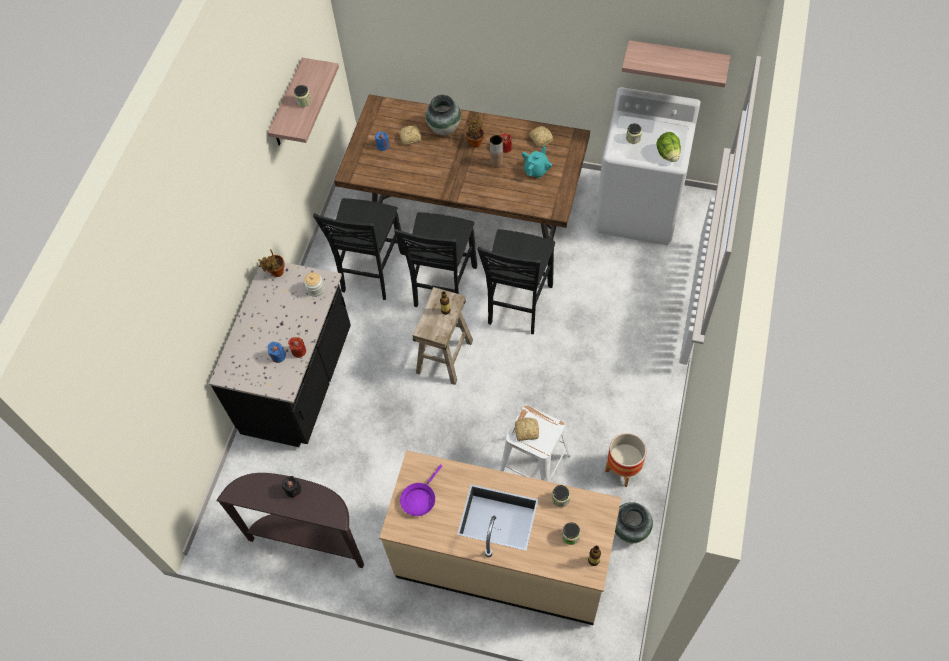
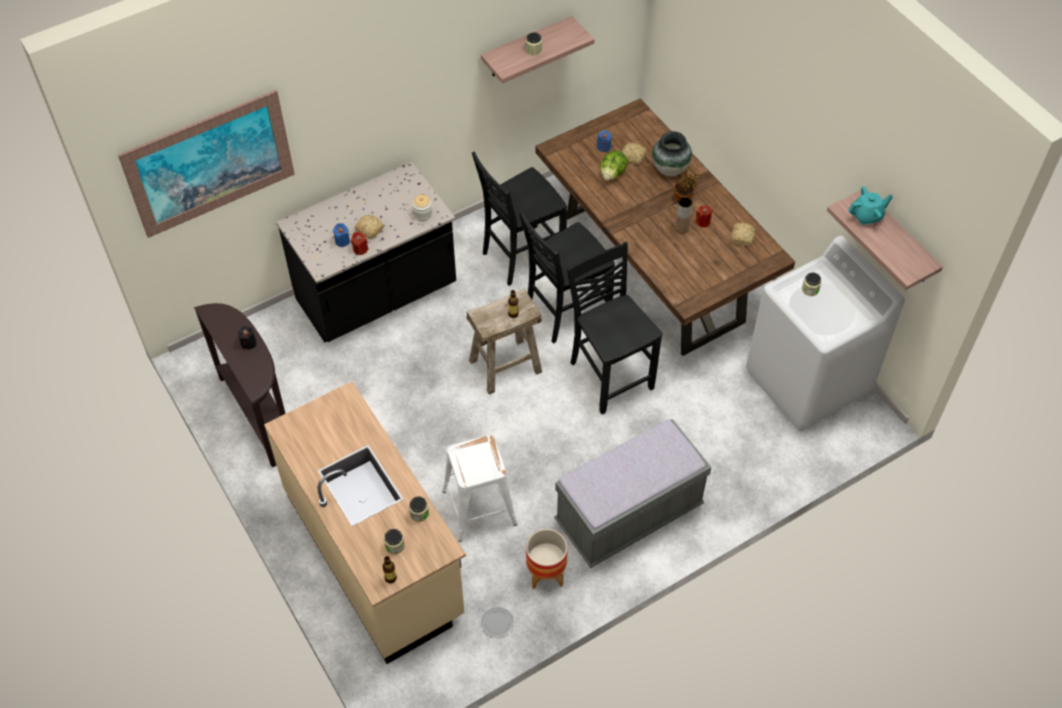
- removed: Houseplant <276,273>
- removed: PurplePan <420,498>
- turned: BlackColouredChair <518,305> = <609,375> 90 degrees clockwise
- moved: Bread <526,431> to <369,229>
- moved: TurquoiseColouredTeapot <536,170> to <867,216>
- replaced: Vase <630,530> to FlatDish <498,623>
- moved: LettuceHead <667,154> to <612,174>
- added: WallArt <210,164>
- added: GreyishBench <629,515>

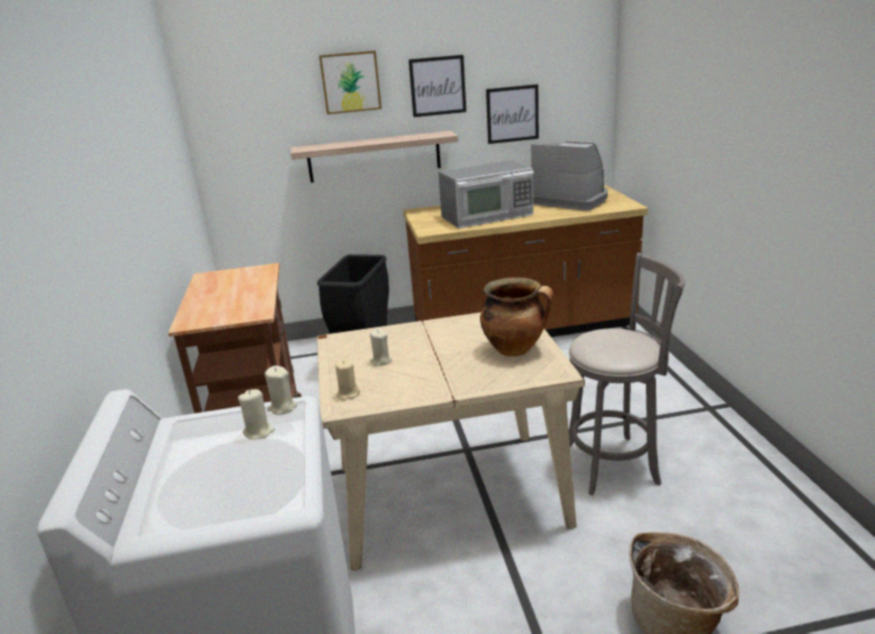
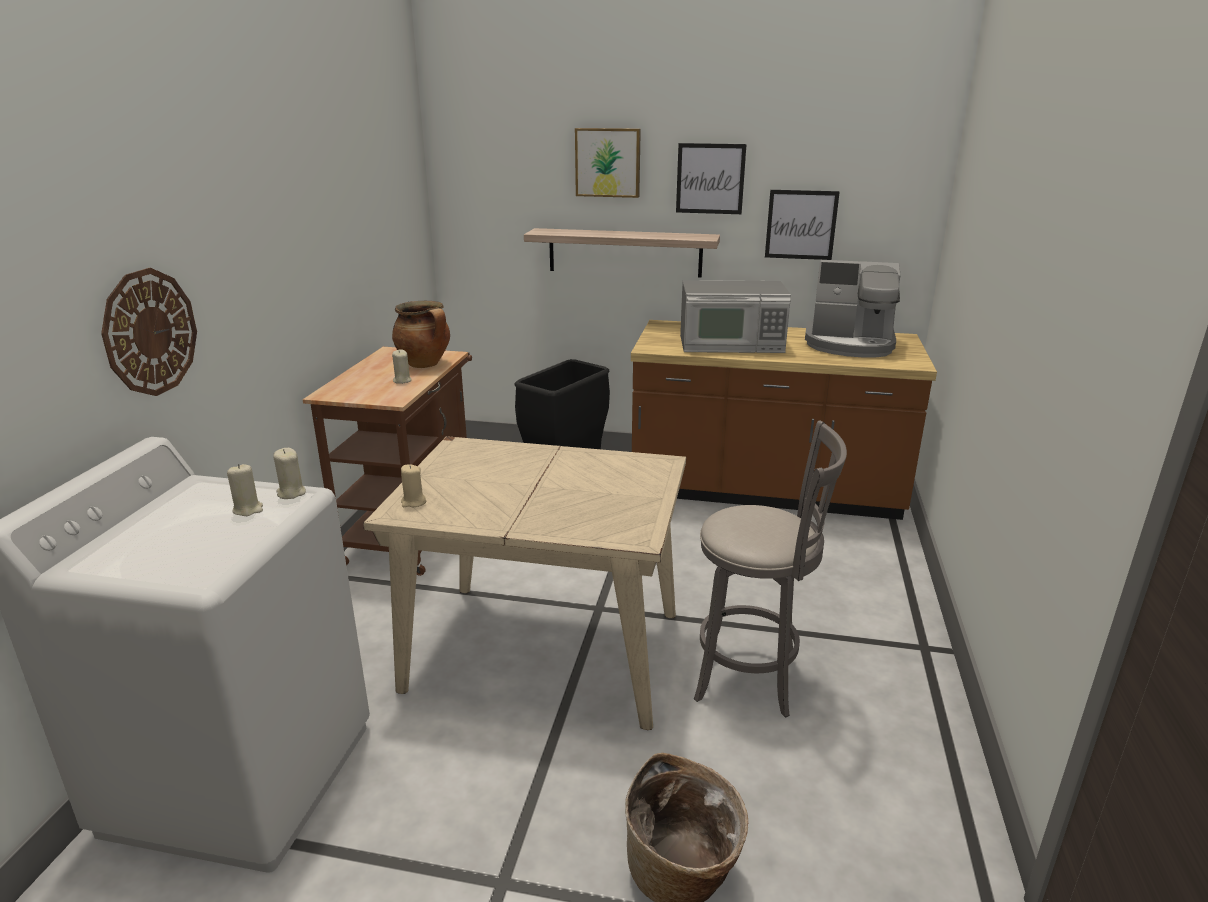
- moved: SandColouredCandle <381,361> to <402,380>
- moved: CookingPot <515,349> to <425,364>
- turned: CoffeeMachine <571,200> = <850,344> 135 degrees clockwise
- added: WallClock <150,332>

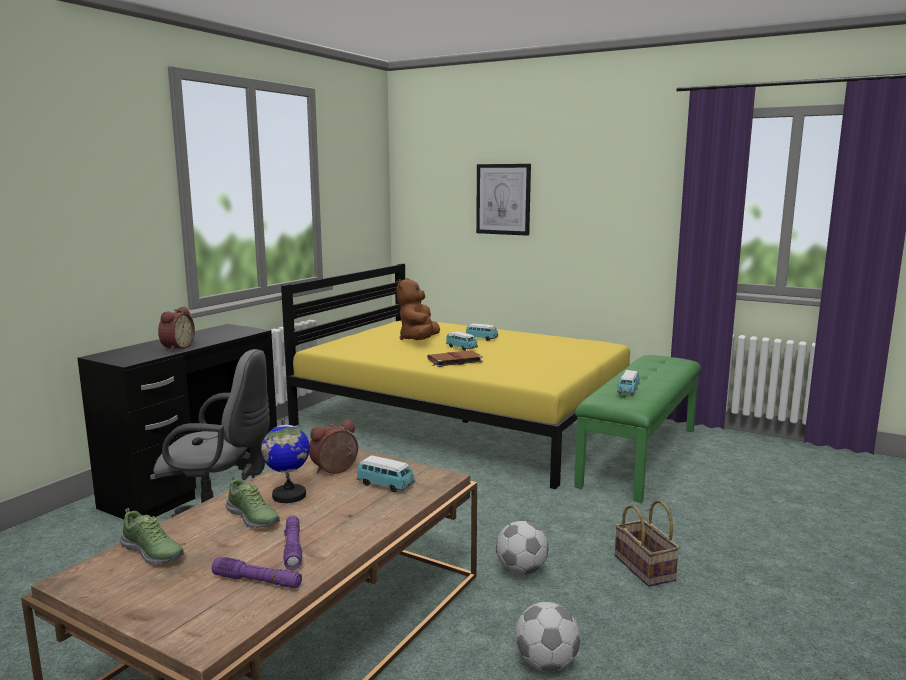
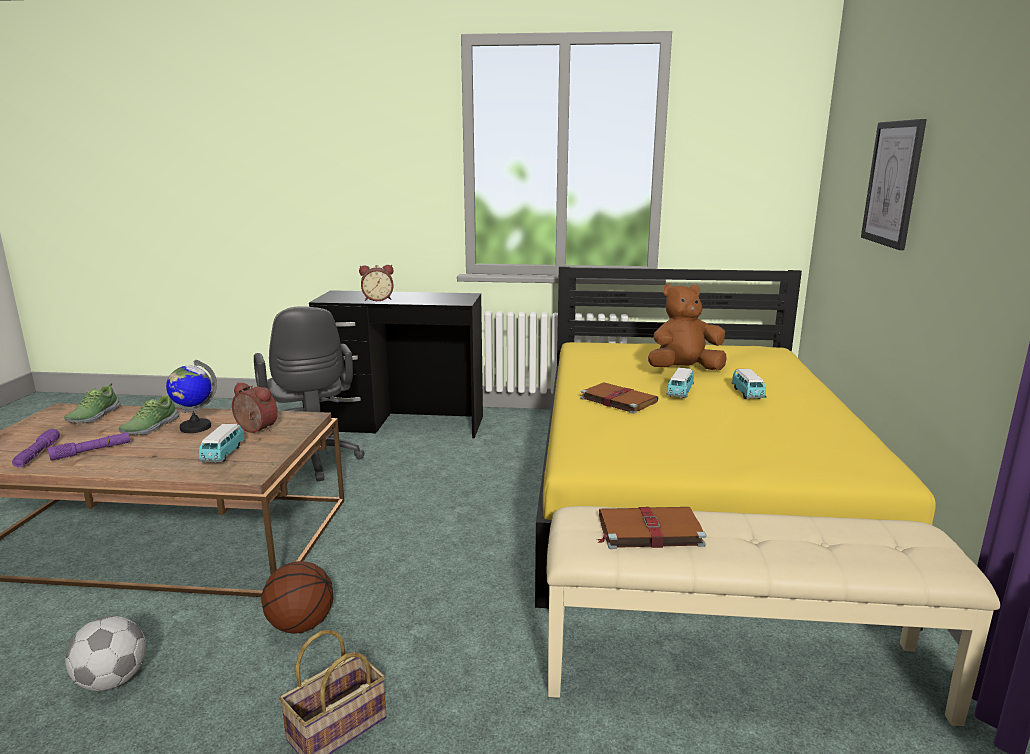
- replaced: BallForFootball <521,571> to BasketballBall <300,625>
- recoloured: GreenColouredBench <638,456> to SandColouredBench <738,667>
- replaced: ToyCar <628,391> to BrownBook <648,531>

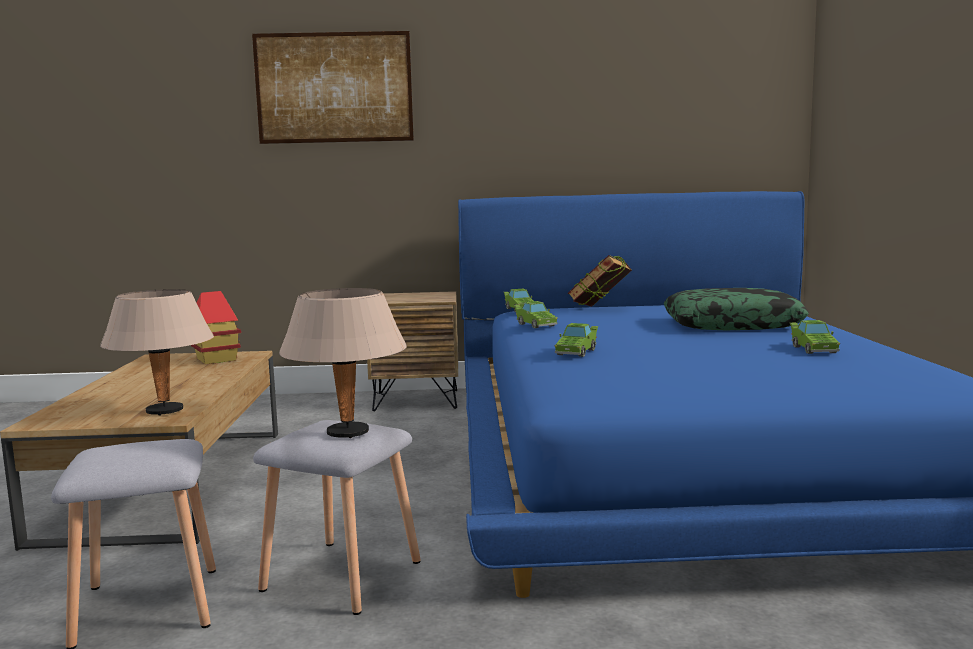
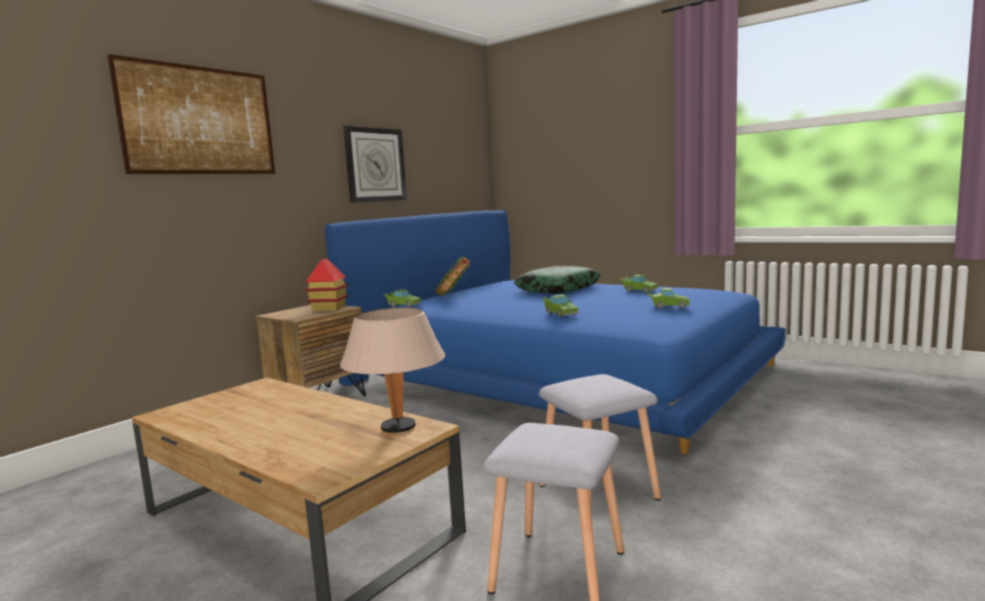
- moved: MiniatureHouse <216,359> to <328,308>
- removed: SandColouredTabletopLamp <347,433>
- moved: GreenColouredToyCar <534,324> to <668,306>
- added: WallClock <375,165>

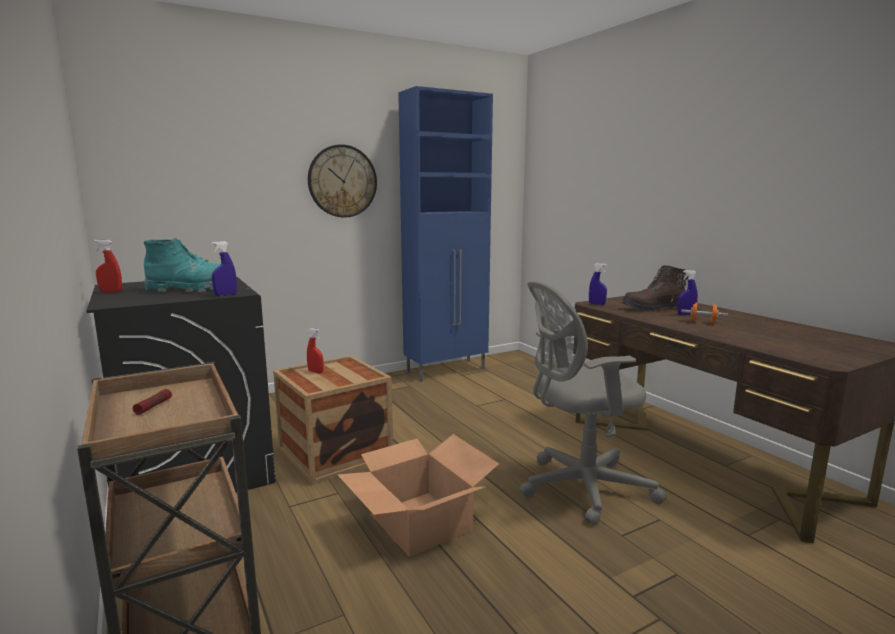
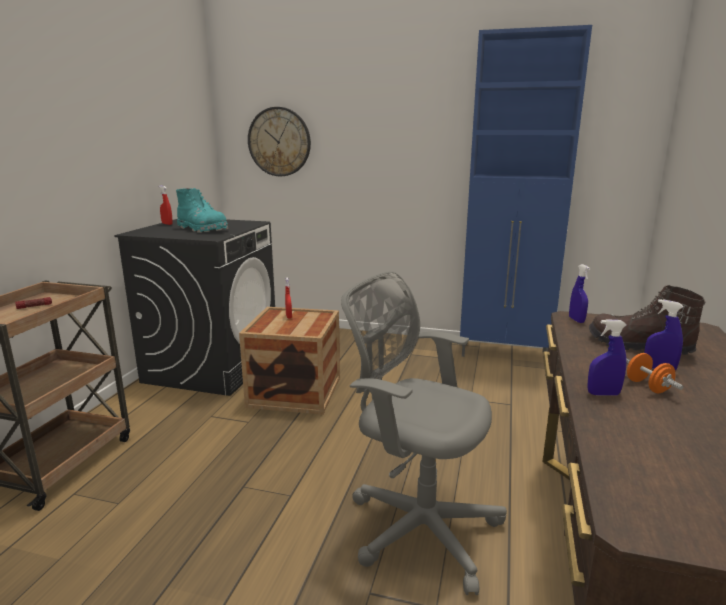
- moved: BlueSprayer <225,295> to <603,394>
- moved: WallClock <342,181> to <279,142>
- removed: PackingBox <419,523>

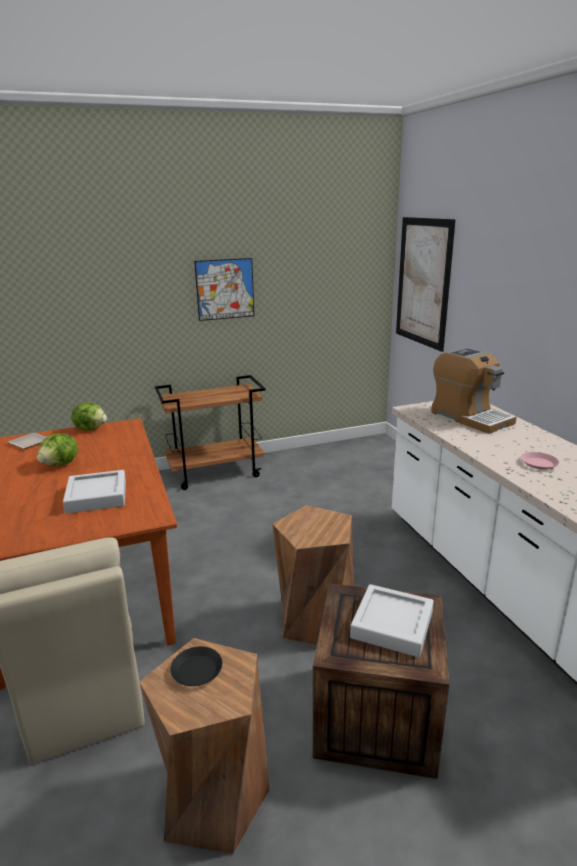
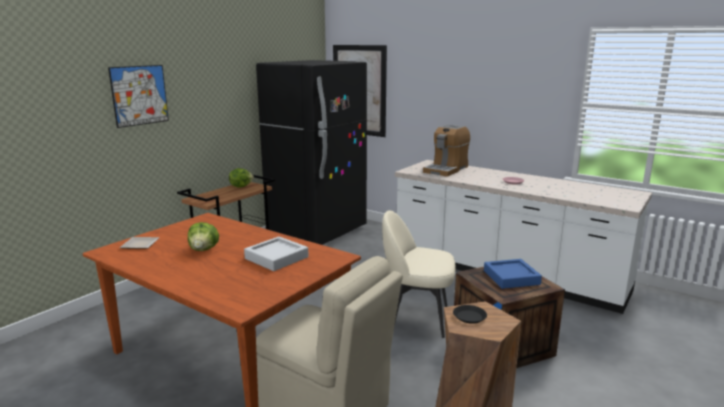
- moved: LettuceHead <91,428> to <241,186>
- moved: WallArt <225,289> to <139,95>
- replaced: BrownSittingStool <315,620> to SandColouredChair <417,318>
- recoloured: GreyishServingTray <392,625> to BlueServingTray <511,277>
- turned: CoffeeMachine <470,417> = <446,169> 105 degrees clockwise
- added: BlackColouredKitchenFridge <317,232>

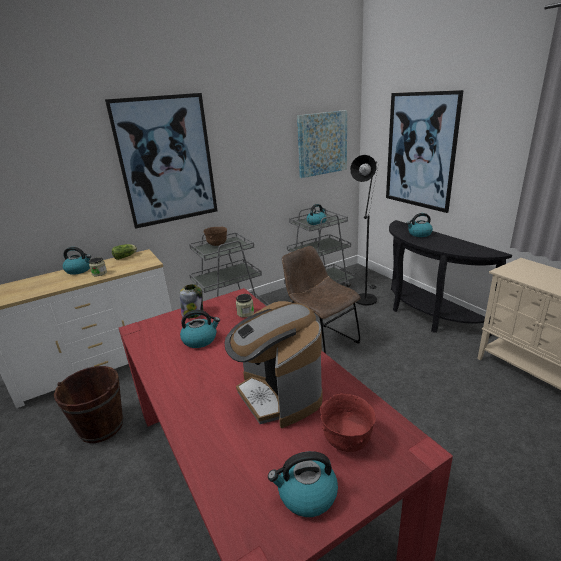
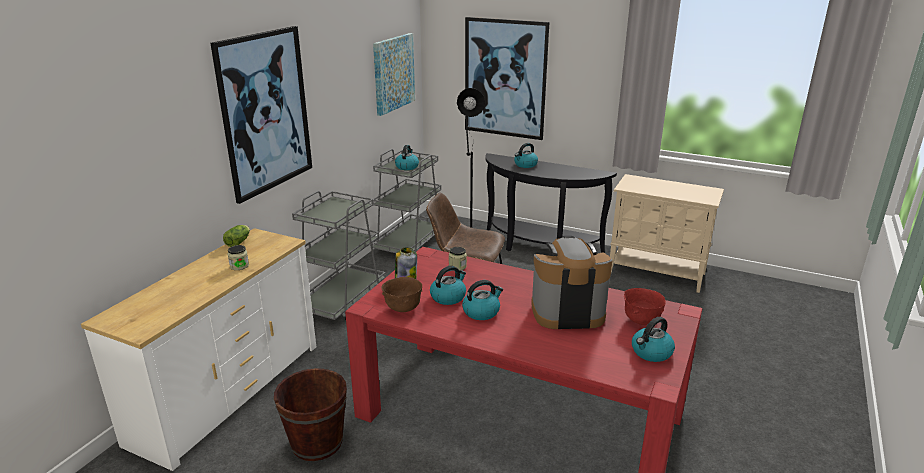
- moved: TeaKettle <79,270> to <481,312>
- moved: BrownServingBowl <217,244> to <403,308>
- turned: CoffeeMachine <278,395> = <567,312> 150 degrees clockwise

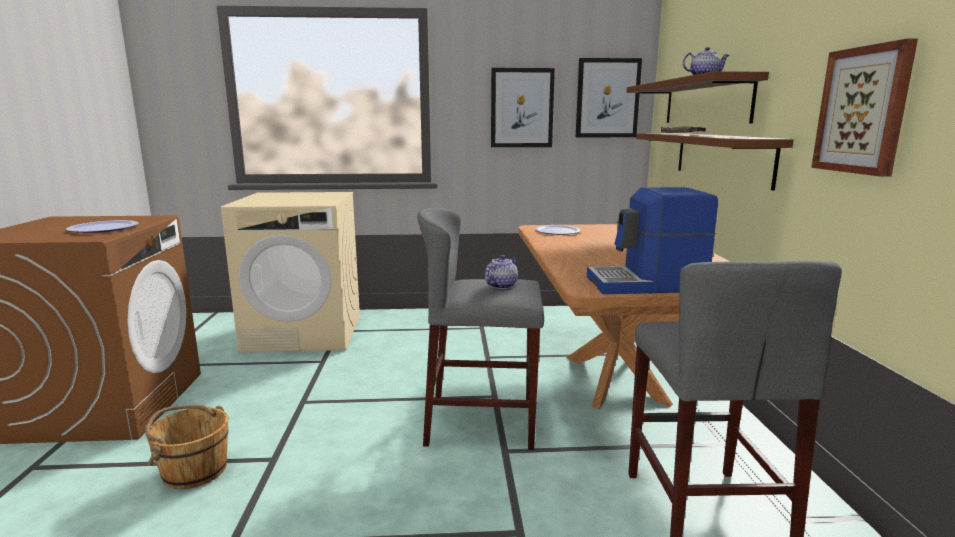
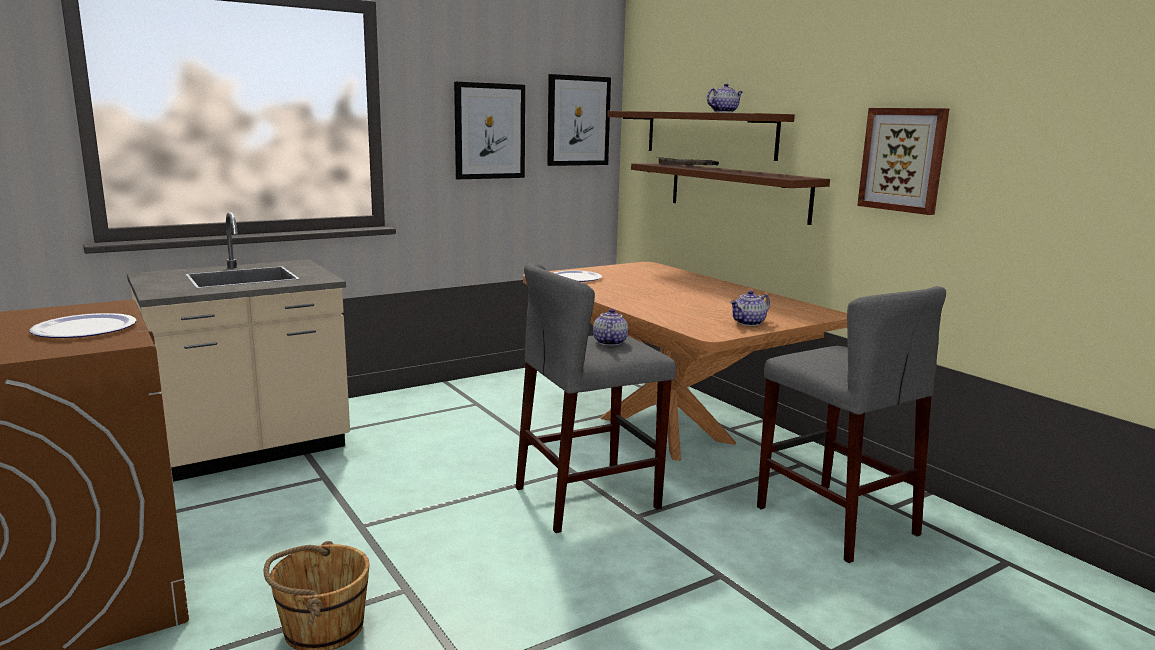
- replaced: SandColouredWashingMachine <305,333> to SandColouredCounter <251,450>
- replaced: CoffeeMachine <646,284> to Teapot <749,323>

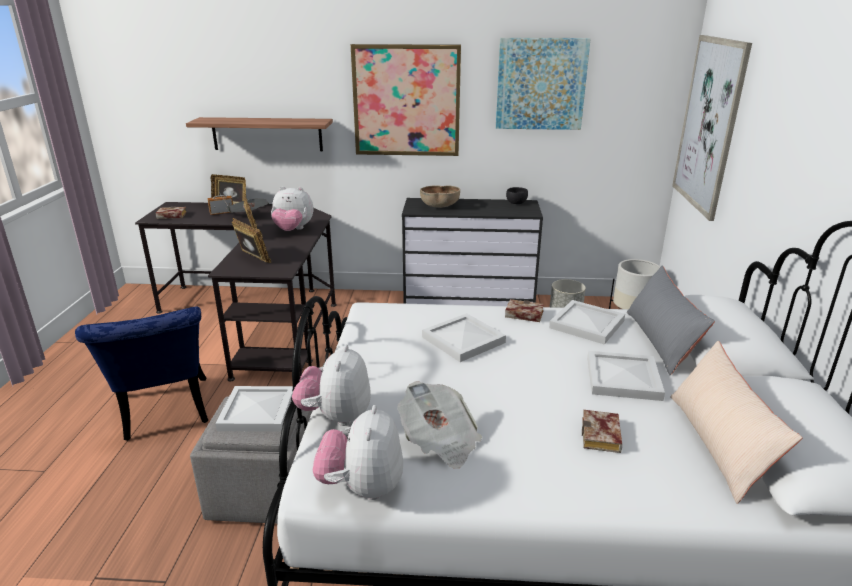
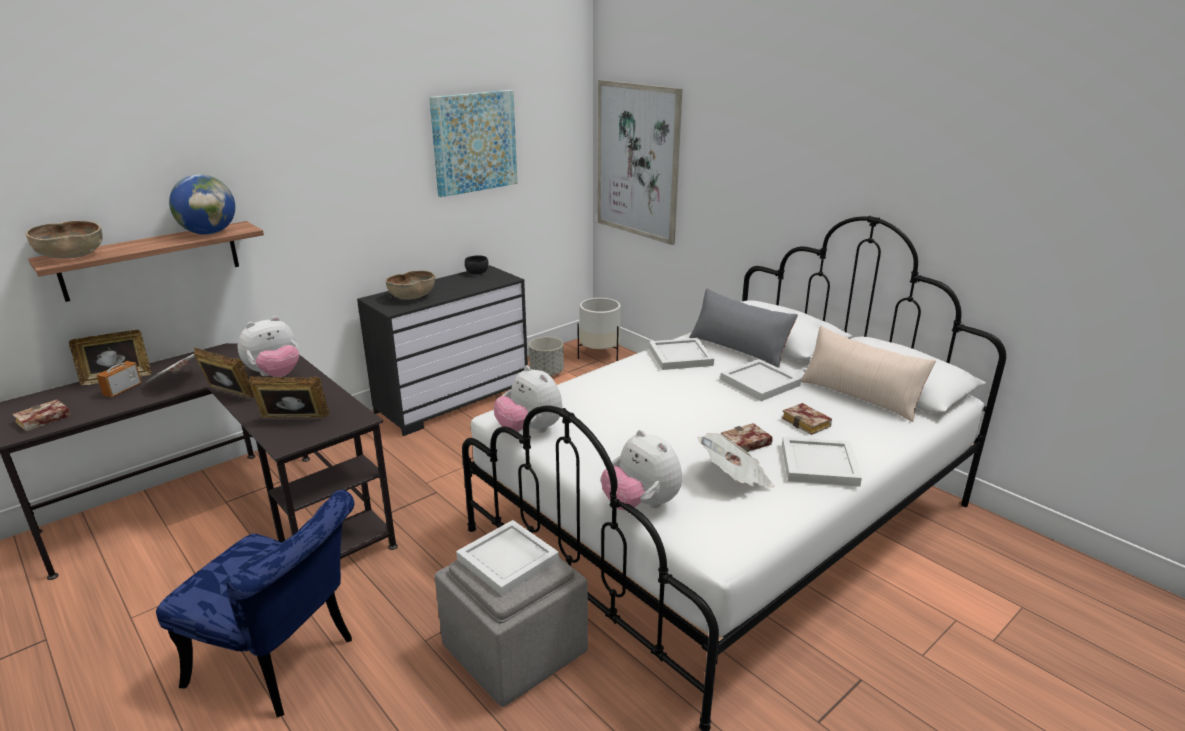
- moved: SoftToy <362,487> to <529,430>
- removed: WallArt <406,101>
- moved: WhiteColouredServingTray <464,340> to <820,464>
- moved: Book <522,315> to <745,444>
- added: BrownServingBowl <71,256>
- added: DeskGlobe <209,233>

